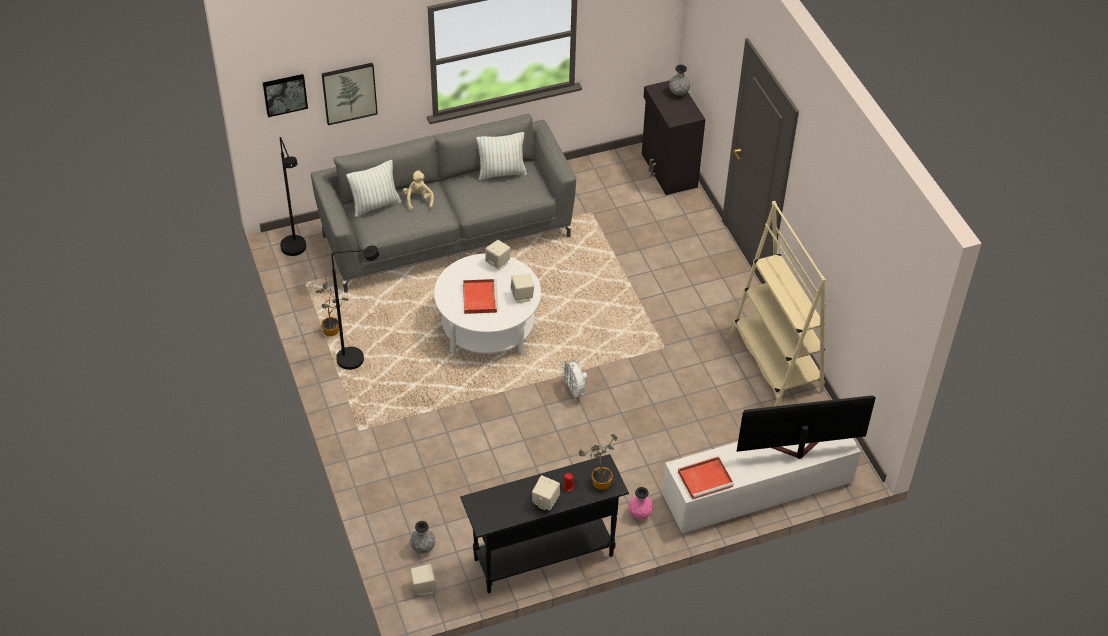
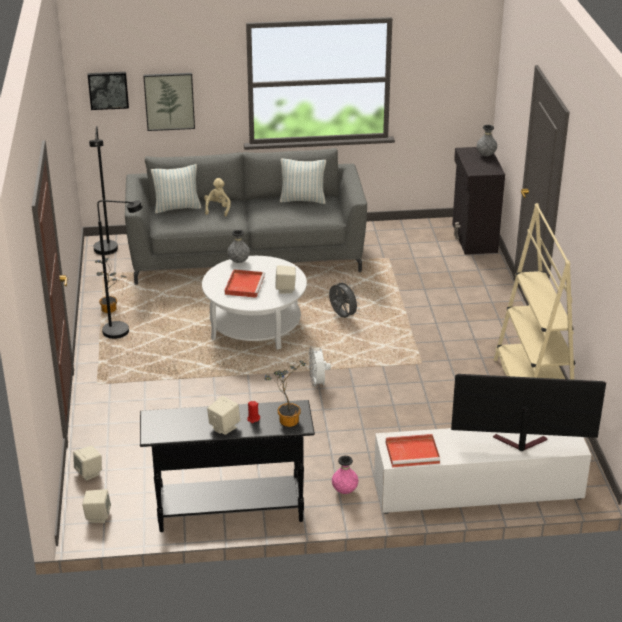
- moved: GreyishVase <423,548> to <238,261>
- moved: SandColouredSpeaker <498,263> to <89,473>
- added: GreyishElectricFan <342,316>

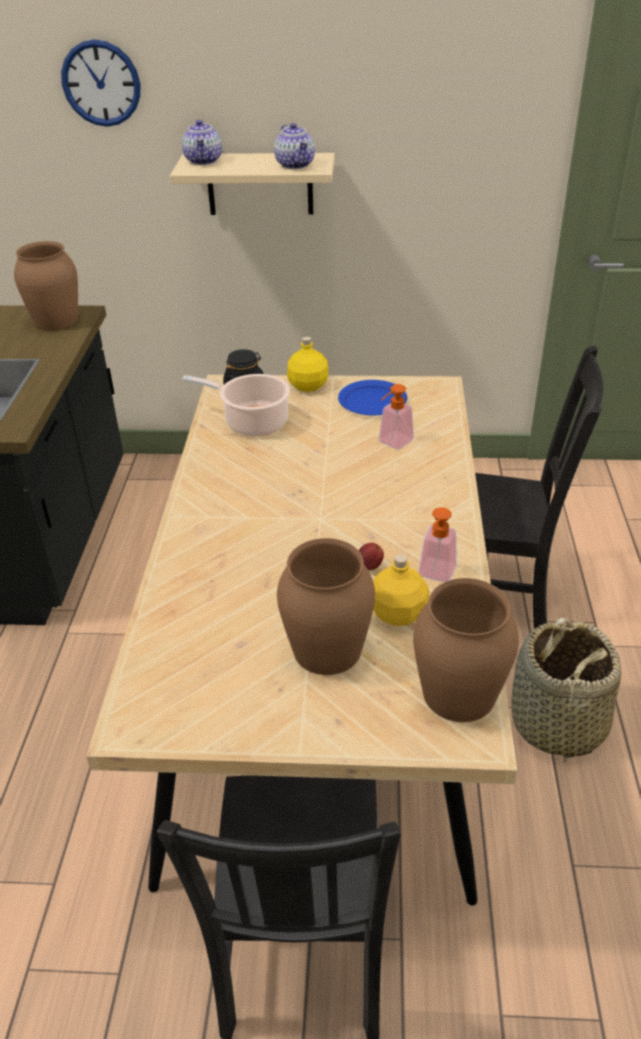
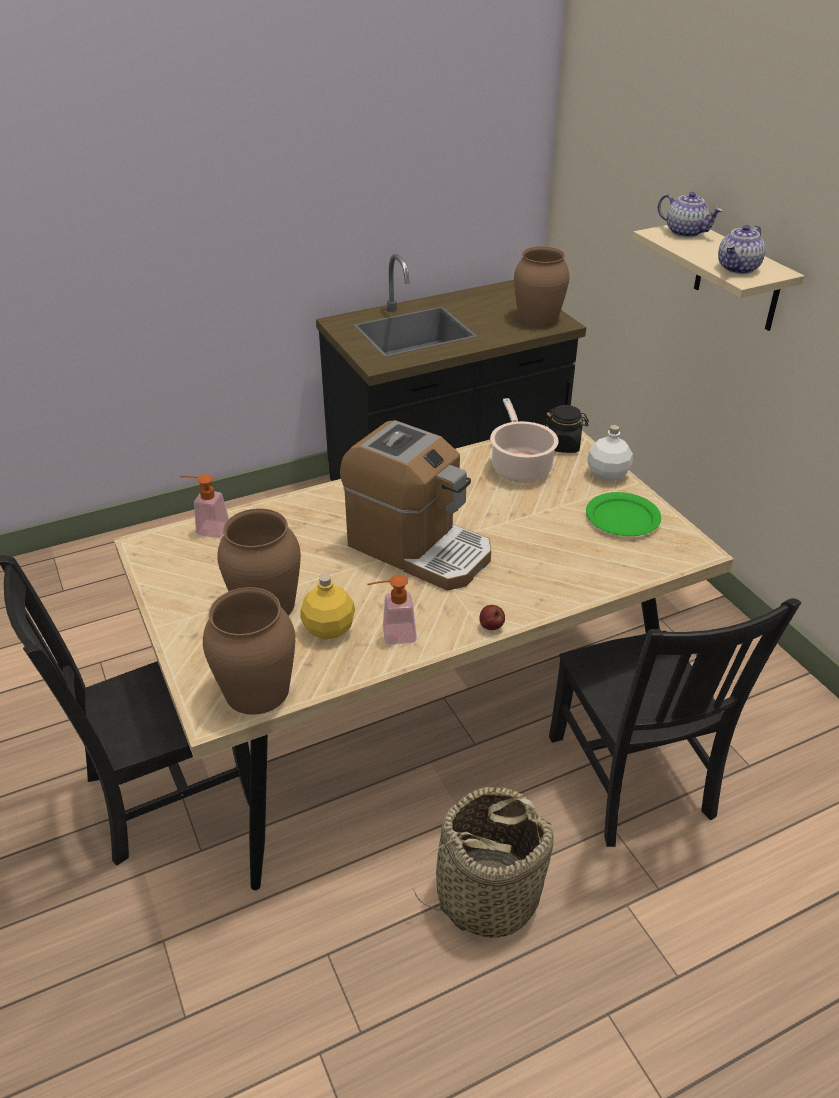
- removed: WallClock <101,83>
- turned: Teapot <204,161> = <686,232> 105 degrees counterclockwise
- recoloured: YellowBeverageBottle <307,386> to WhiteColouredBeverageBottle <607,474>
- recoloured: BlueFlatDish <373,401> to GreenColouredFlatDish <623,518>
- moved: AppleFruit <369,566> to <491,626>
- moved: SoapDispenser <392,443> to <207,529>
- added: CoffeeMachine <419,548>

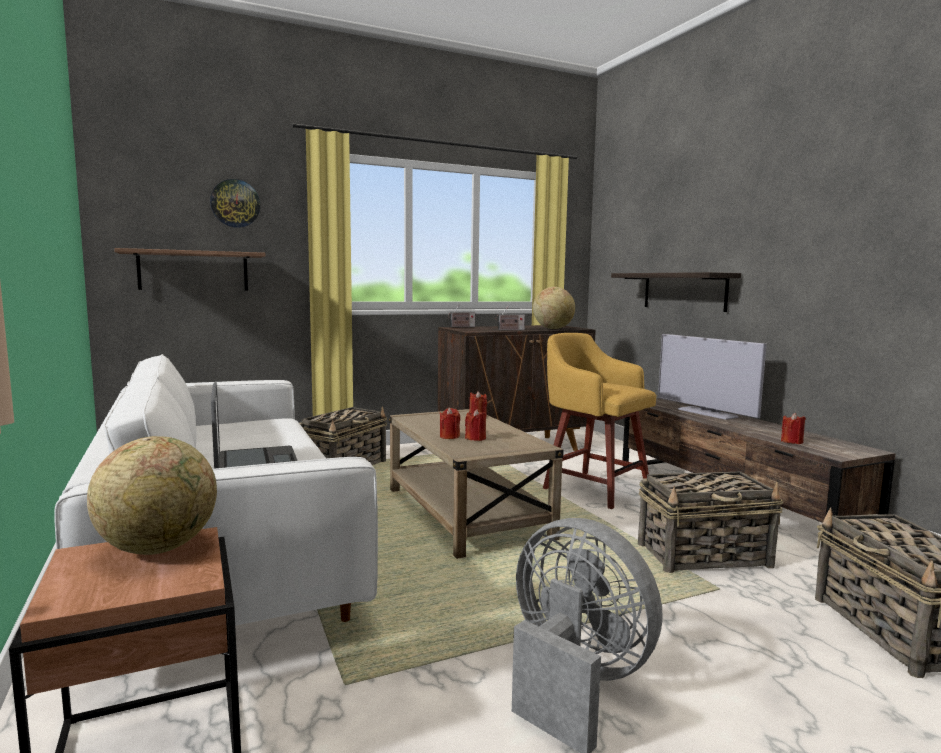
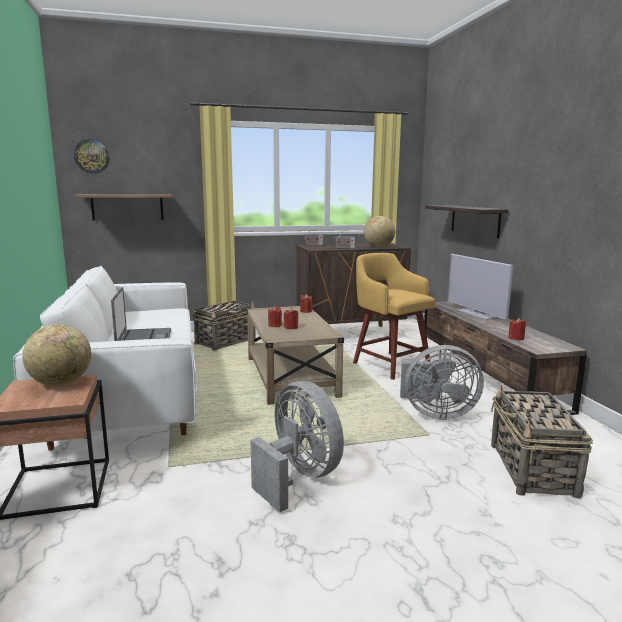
- moved: WallClock <235,203> to <91,156>
- replaced: HouseholdBasket <705,555> to GreyishElectricFan <436,414>

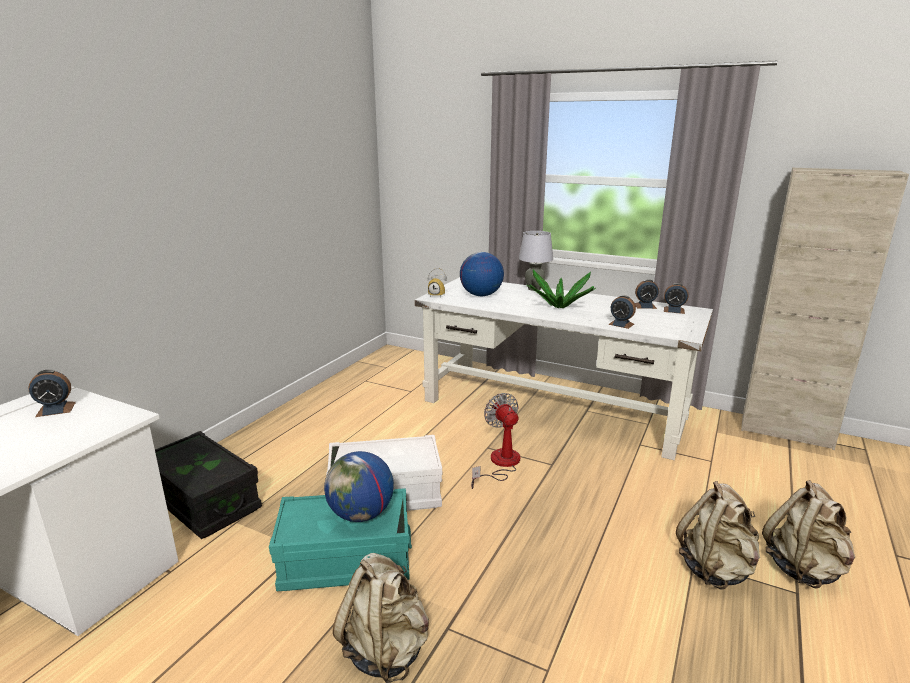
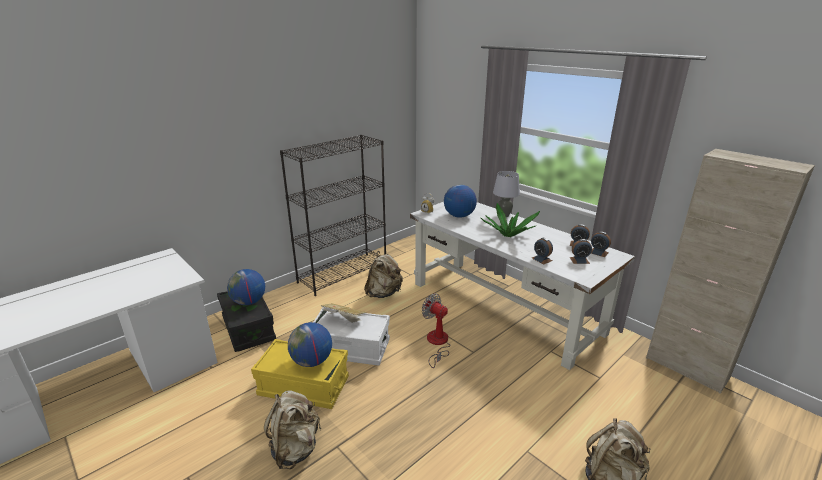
- moved: TableClock <56,409> to <579,260>
- recoloured: TurquoiseColouredStorageBin <346,561> to YellowStorageBin <304,386>
- turned: ElectricFan <500,464> = <437,343> 45 degrees counterclockwise
- moved: SandColouredBackpack <715,569> to <383,293>
- added: DeskGlobe <249,302>
- added: BlackColouredBookshelf <343,273>
- added: Book <343,320>

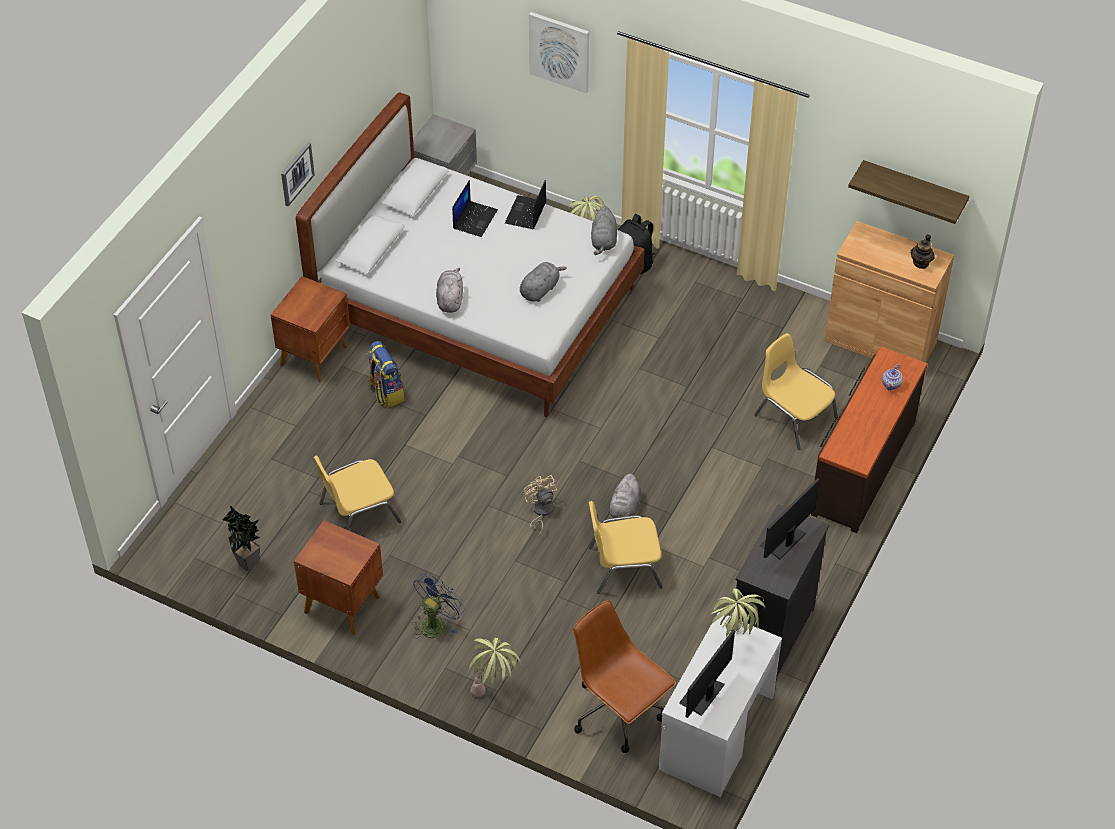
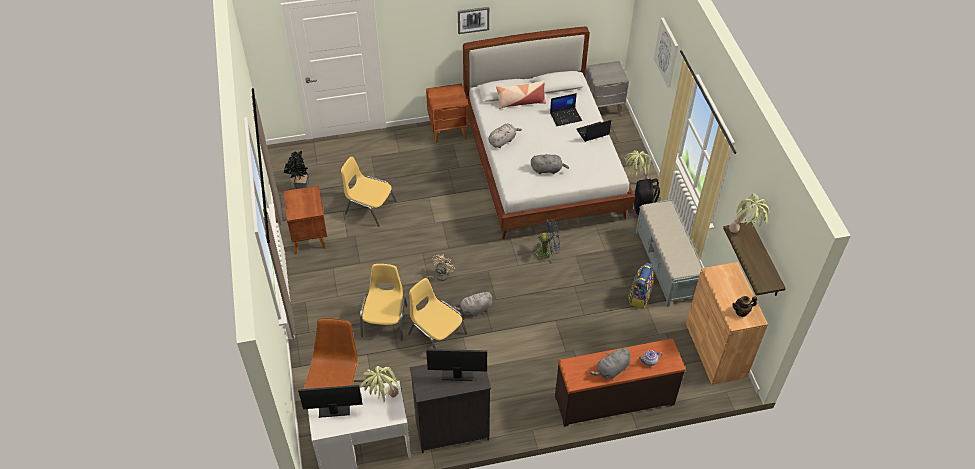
- moved: Backpack <385,392> to <639,296>
- moved: BlueElectricFan <436,623> to <547,252>
- moved: Houseplant <494,688> to <744,235>
- moved: GreyishSoftToy <603,241> to <611,370>
- moved: YellowChair <794,416> to <385,320>
- added: Pillow <520,102>
- added: GreyishBench <666,266>

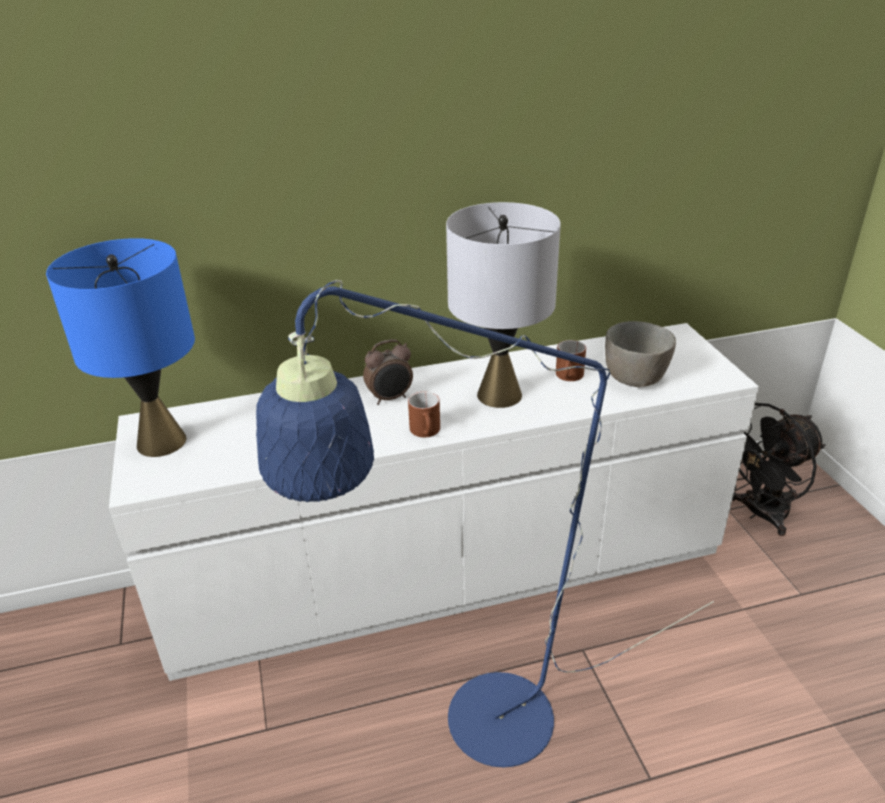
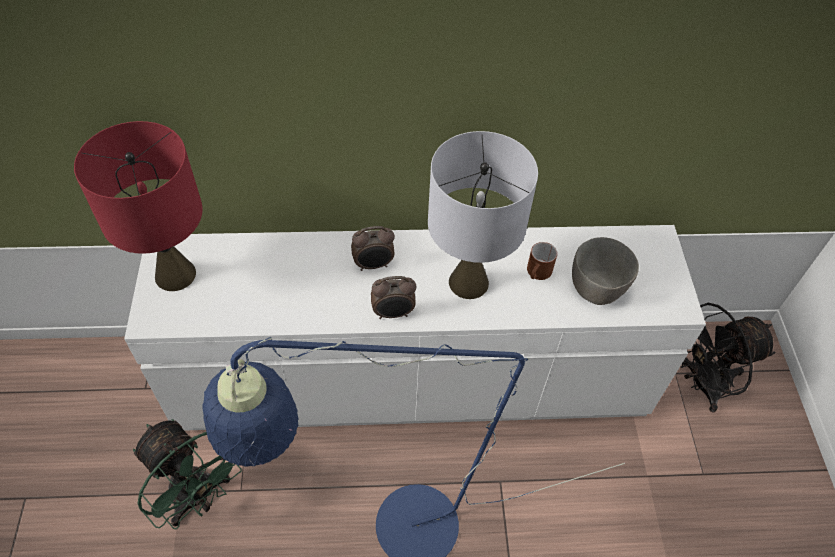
- recoloured: BlueTabletopLamp <161,441> to RedTabletopLamp <175,274>
- replaced: BrownTeaMug <427,432> to TableClock <393,313>
- added: GreenColouredElectricFan <198,497>

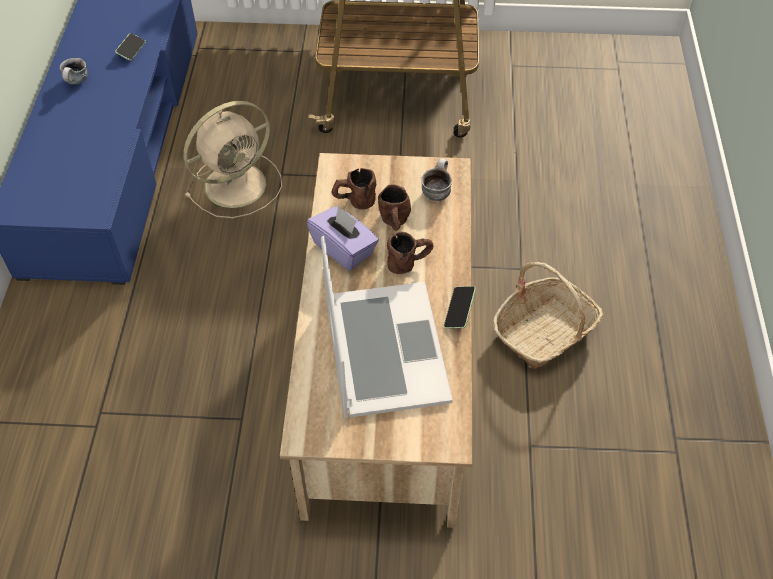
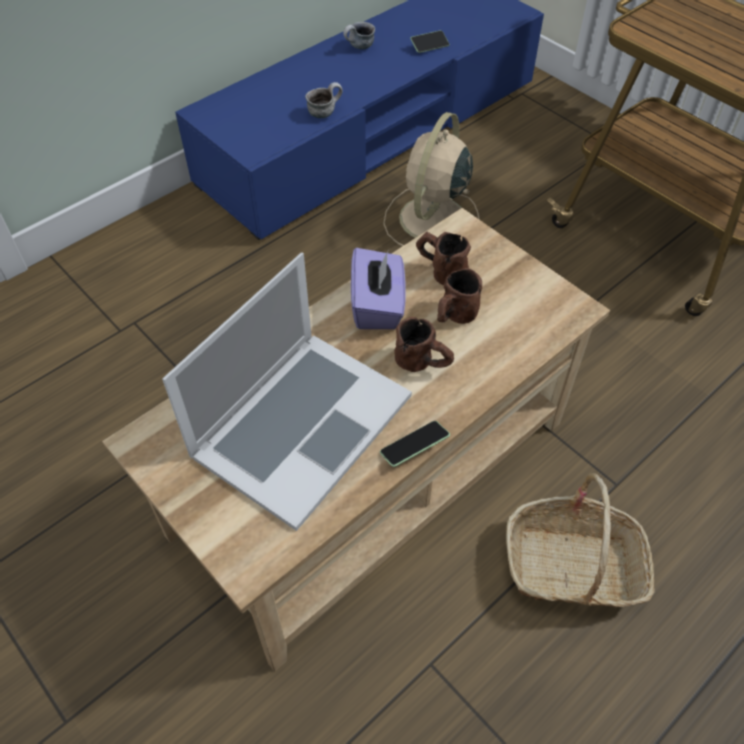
- turned: SandColouredElectricFan <238,184> = <432,221> 105 degrees clockwise
- moved: TeaMug <436,191> to <324,112>

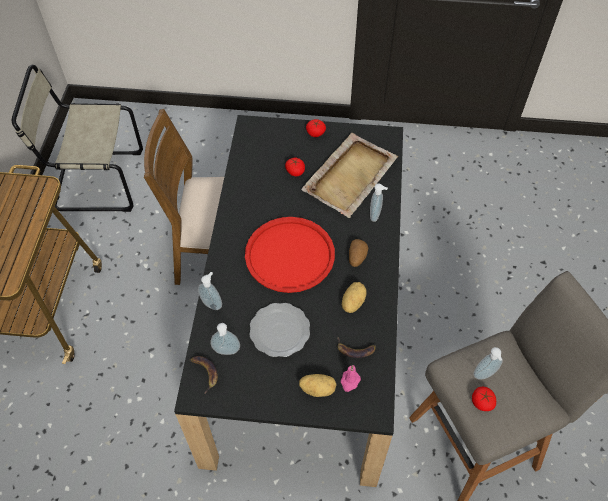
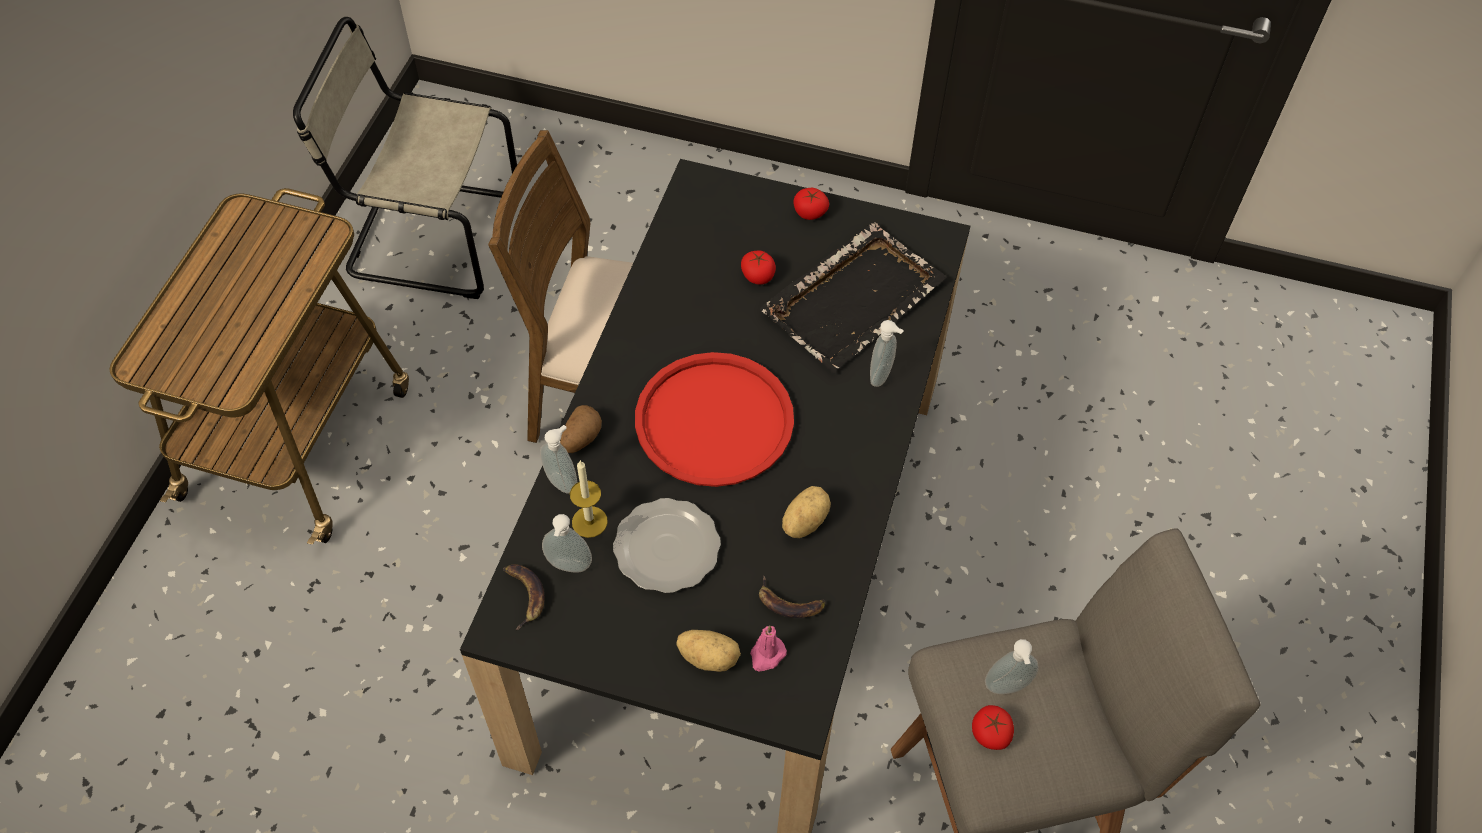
- recoloured: SandColouredServingTray <350,176> to BlackColouredServingTray <854,298>
- moved: Spud <356,258> to <580,438>
- added: Candle <589,522>

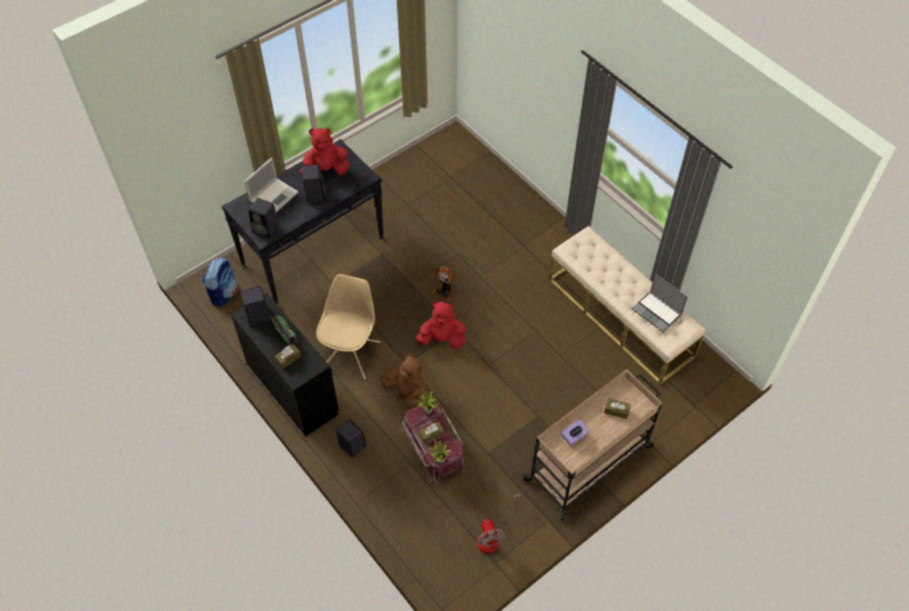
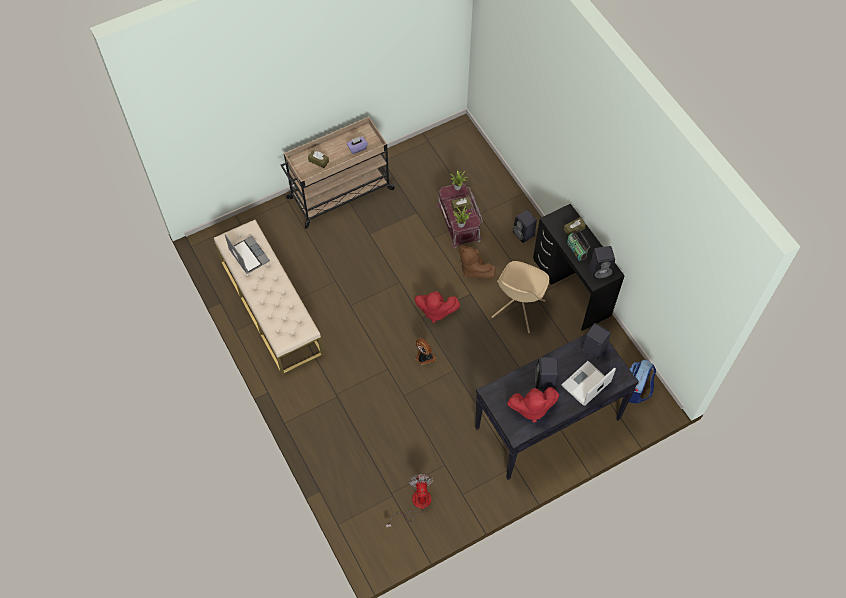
- moved: ElectricFan <493,536> to <416,504>

